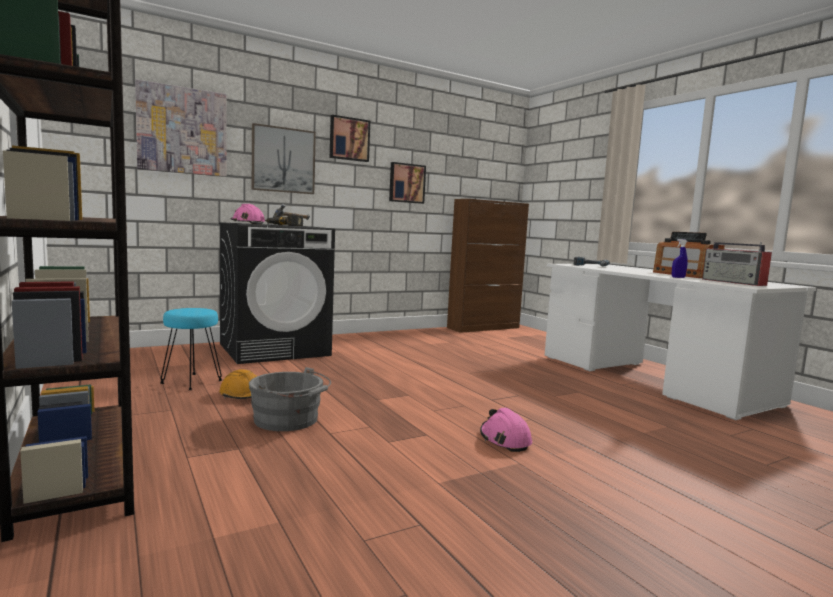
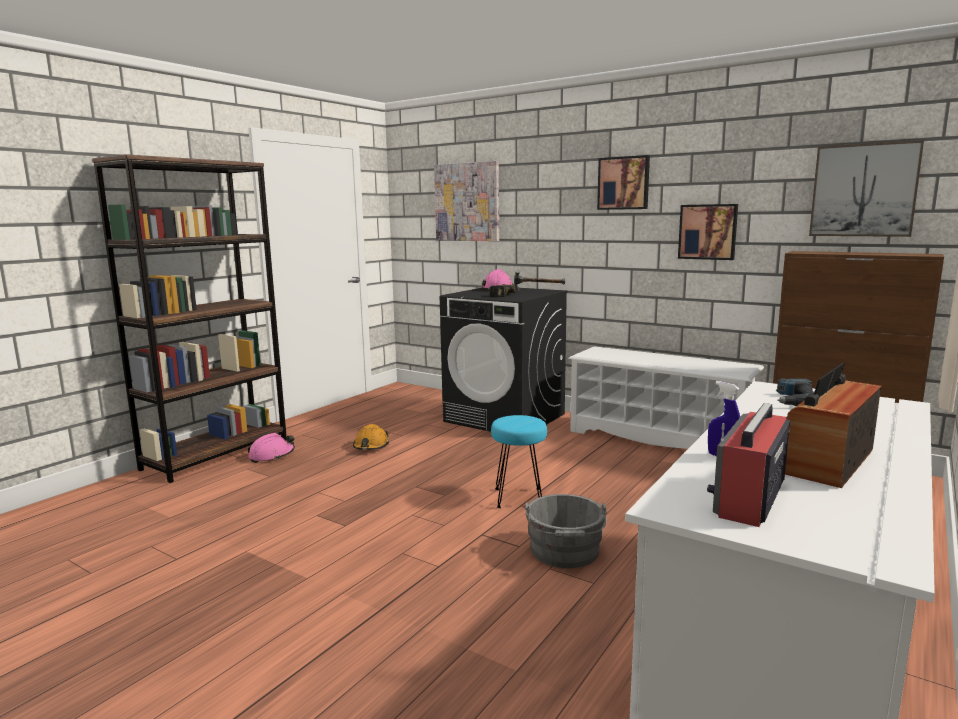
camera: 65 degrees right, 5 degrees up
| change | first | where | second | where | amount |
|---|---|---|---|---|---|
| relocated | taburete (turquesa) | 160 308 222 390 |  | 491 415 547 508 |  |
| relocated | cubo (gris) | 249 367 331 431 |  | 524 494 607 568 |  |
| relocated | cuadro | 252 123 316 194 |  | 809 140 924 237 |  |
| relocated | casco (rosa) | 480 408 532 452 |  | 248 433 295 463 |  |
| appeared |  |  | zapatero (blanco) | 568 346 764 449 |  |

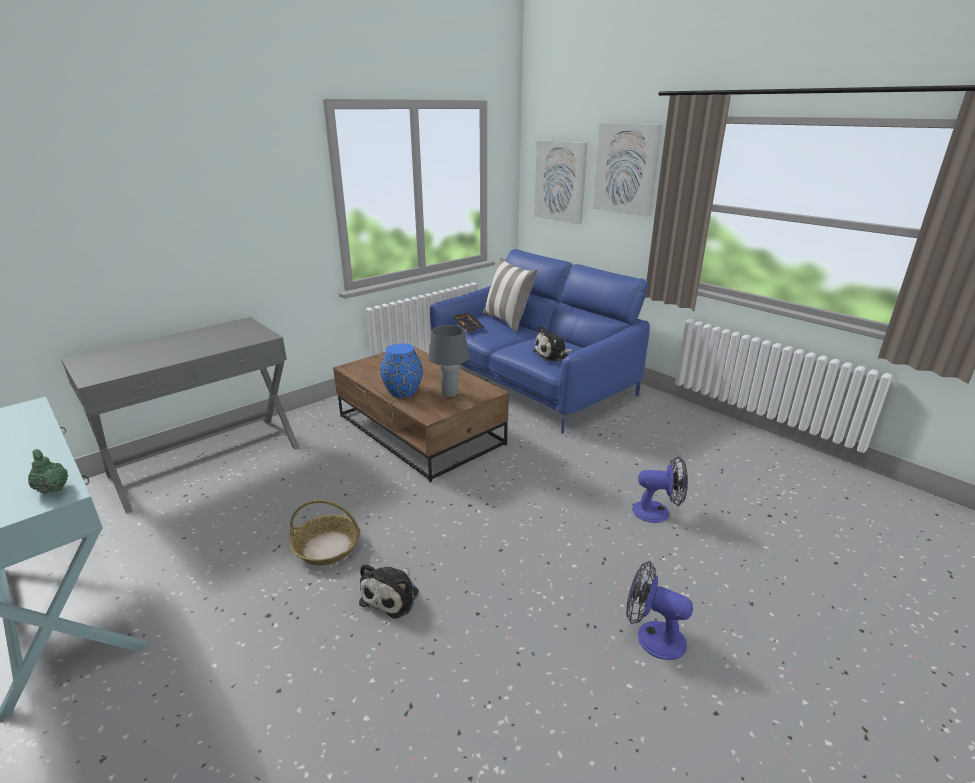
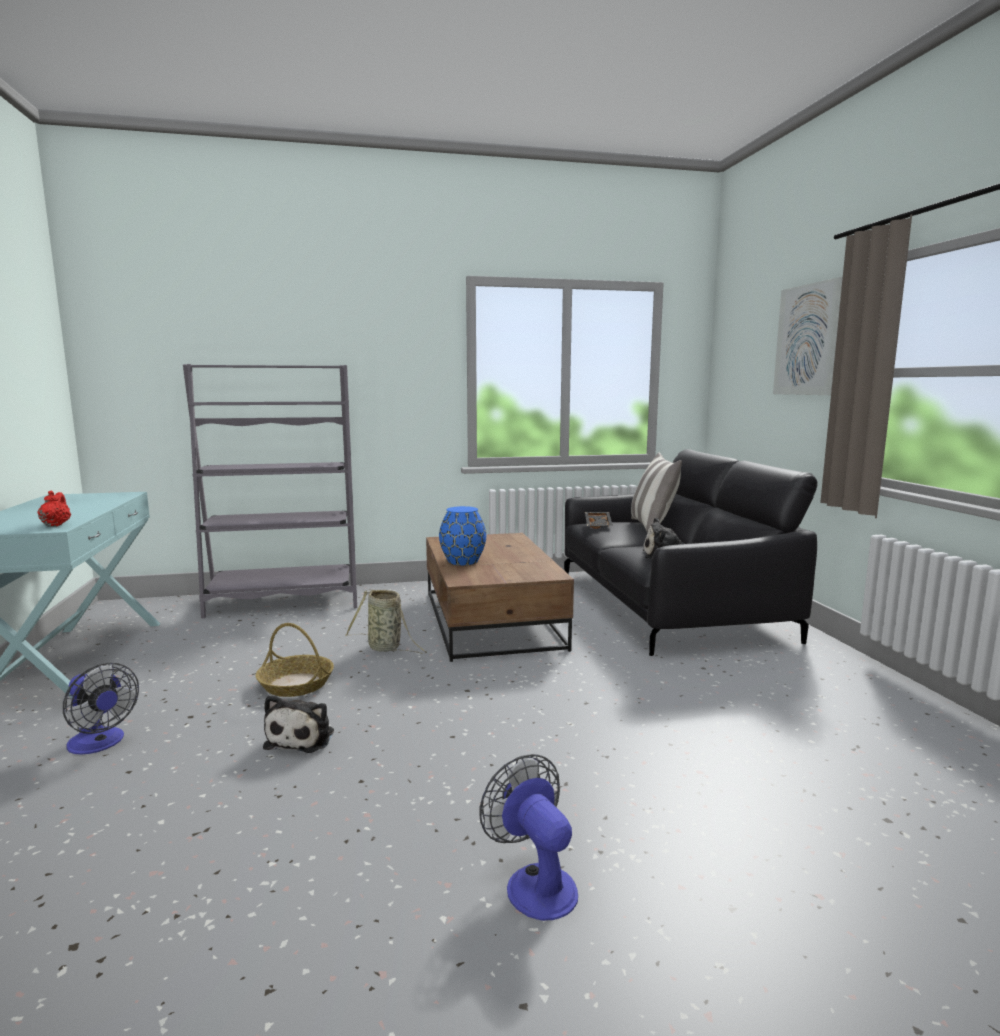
camera: 30 degrees right, 15 degrees down
| change | first | where | second | where | amount |
|---|---|---|---|---|---|
| colour | tetera (verde) | 28 449 68 494 | tetera (rojo) | 37 491 71 527 |  |
| exchanged | mesa consola (gris) | 61 317 299 514 | estantería (gris) | 183 364 357 618 |  |
| spun | peluche | 359 564 419 618 |  | 263 695 334 753 | 45 degrees counterclockwise |
| missing | lámpara de mesa (gris) | 429 325 469 397 |  |  |  |
| colour | sofá (azul) | 430 249 650 434 | sofá (negro) | 564 449 818 656 |  |
| missing | cuadro | 534 140 588 224 |  |  |  |
| relocated | ventilador | 632 456 688 523 |  | 63 663 139 754 |  |
| appeared |  |  | cesta | 345 589 427 653 |  |

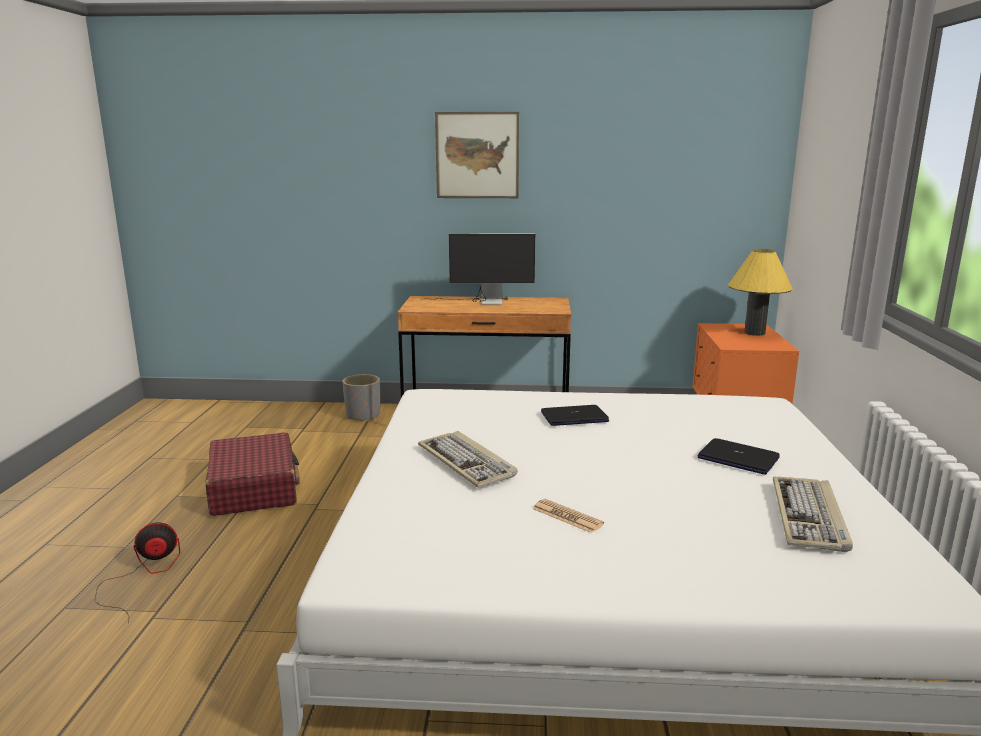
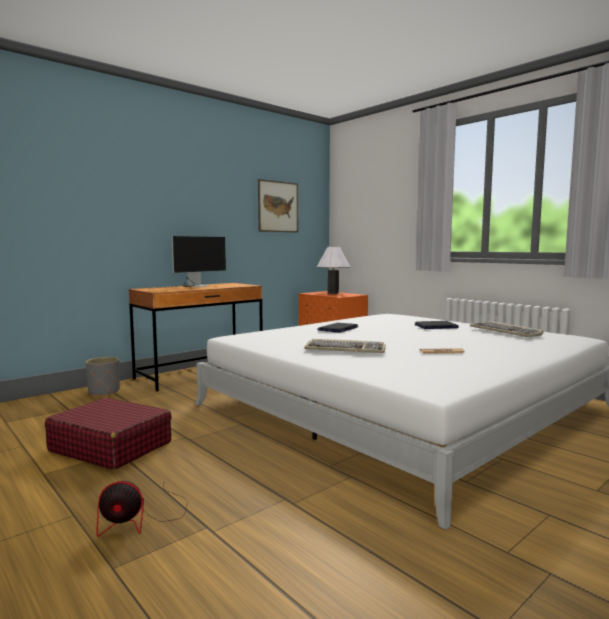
camera: 45 degrees left, 10 degrees down
| change | first | where | second | where | amount |
|---|---|---|---|---|---|
| spun | ventilador | 95 522 180 623 |  | 96 481 188 537 | 120 degrees counterclockwise |
| relocated | cuadro | 435 112 519 198 |  | 258 179 298 232 |  |
| colour | lámpara de mesa (amarillo) | 728 249 793 336 | lámpara de mesa (blanco) | 317 247 350 294 |  |

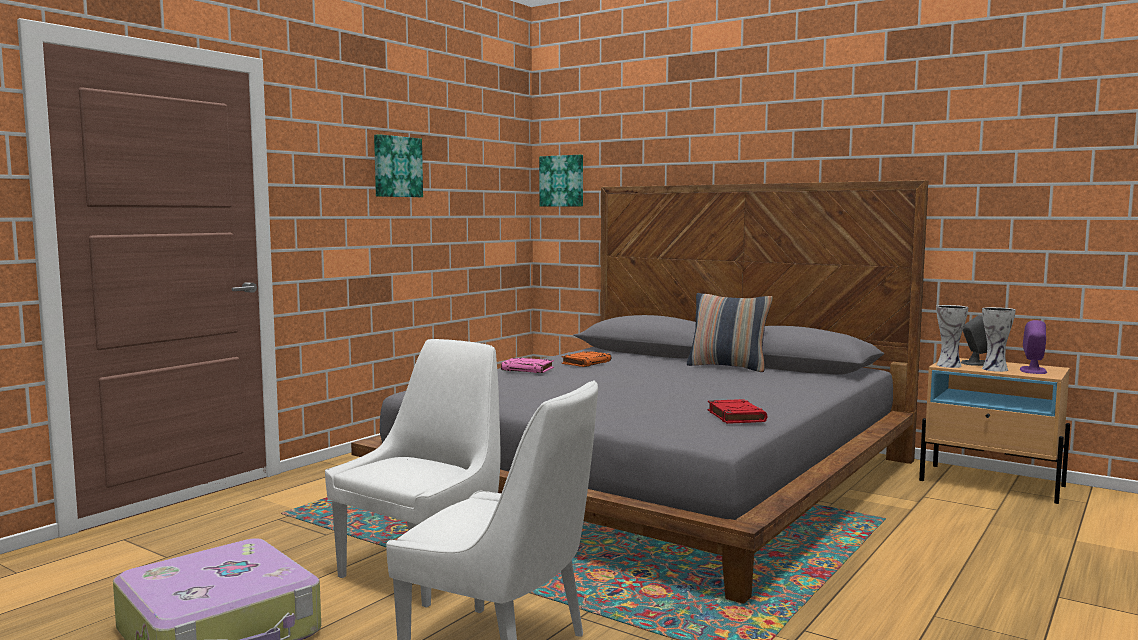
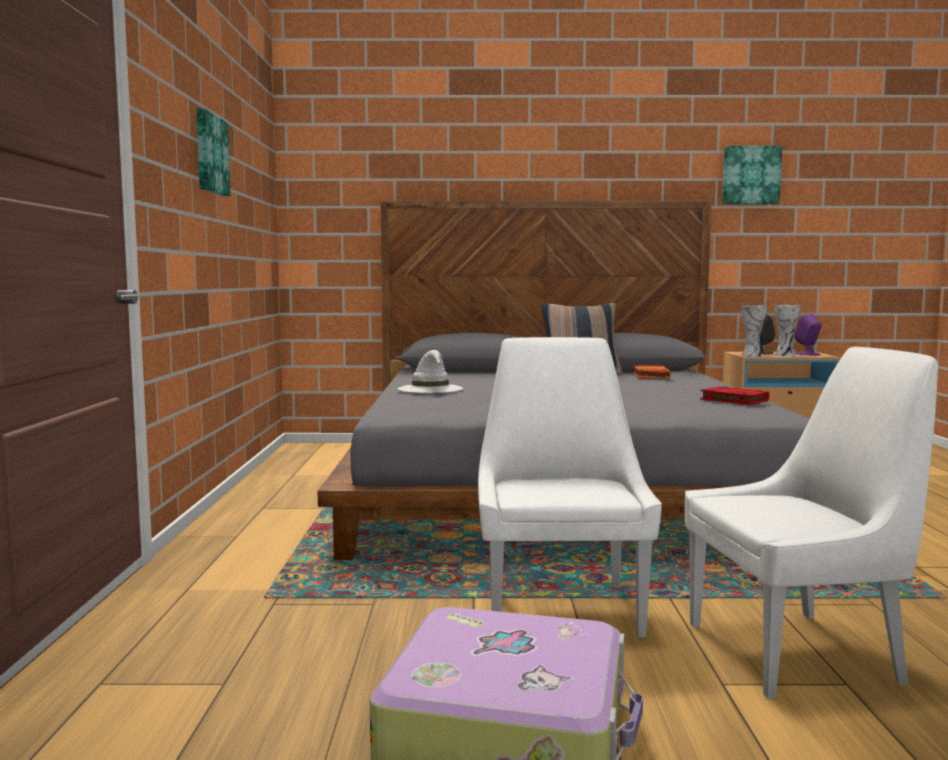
camera: 35 degrees left, 0 degrees up
| change | first | where | second | where | amount |
|---|---|---|---|---|---|
| exchanged | libro (rosa) | 501 358 554 373 | sombrero (blanco) | 398 350 463 393 |  |
| relocated | cuadro | 539 155 583 207 |  | 722 146 782 204 |  |
| relocated | libro (naranja) | 562 351 611 367 |  | 633 365 671 378 |  |

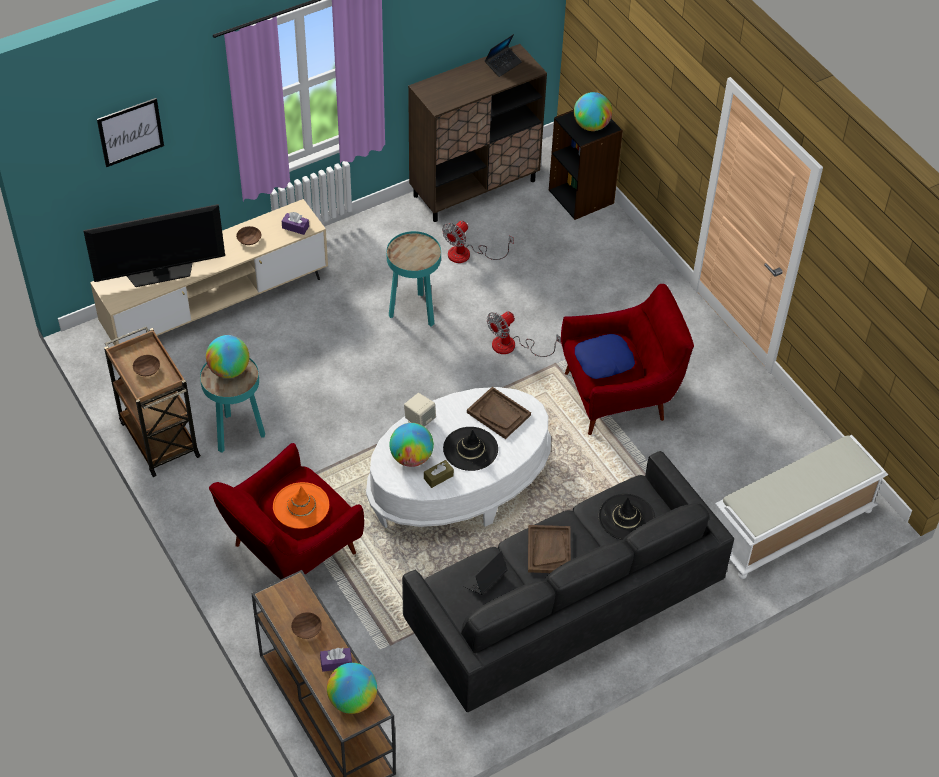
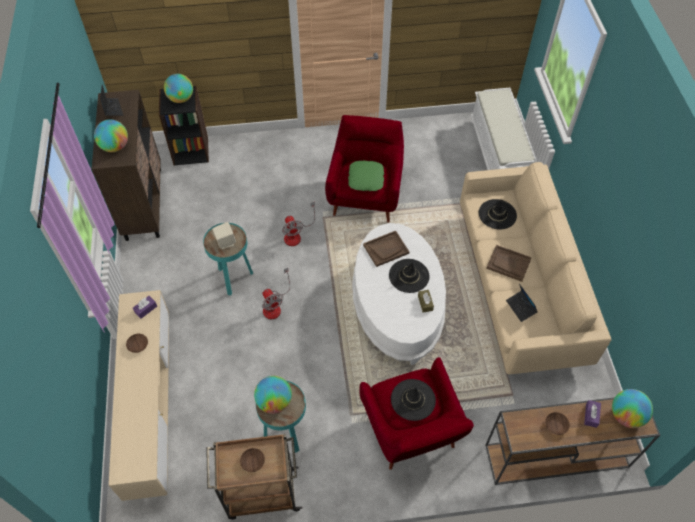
camera: 65 degrees left, 5 degrees up
| change | first | where | second | where | amount |
|---|---|---|---|---|---|
| missing | televisor | 83 204 225 287 |  |  |  |
| missing | cuadro | 97 98 164 167 |  |  |  |
| colour | sombrero (naranja) | 273 482 329 529 | sombrero (negro) | 391 379 436 421 |  |
| relocated | globo terráqueo | 389 423 434 467 |  | 94 119 128 152 |  |
| colour | sofá (negro) | 402 451 734 712 | sofá (beis) | 460 162 611 374 |  |
| relocated | altavoz (beis) | 404 393 436 427 |  | 212 222 236 249 |  |
| relocated | ventilador | 442 221 514 263 |  | 262 268 290 319 |  |
| colour | cojín (azul) | 575 334 635 379 | cojín (verde) | 348 161 384 191 |  |

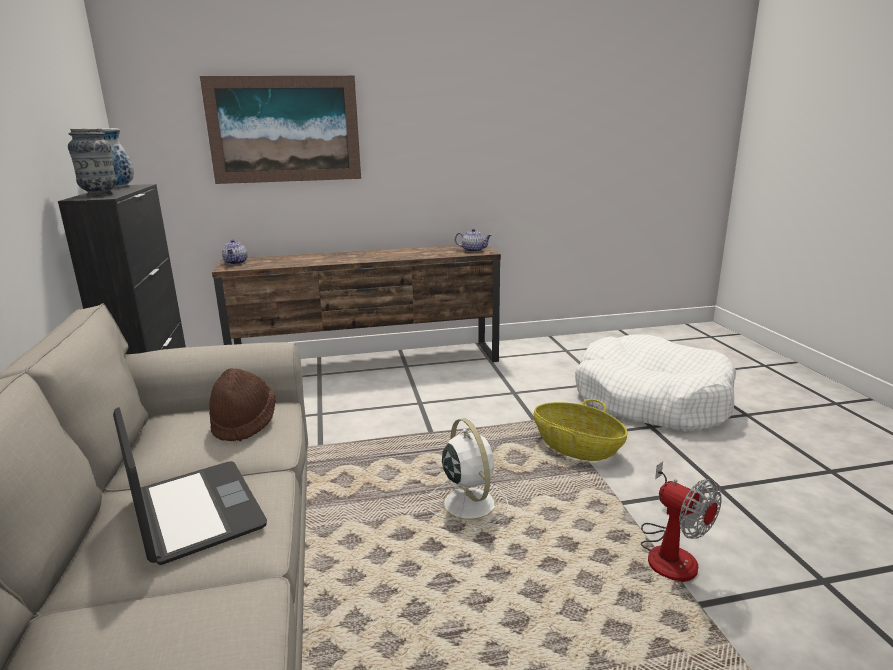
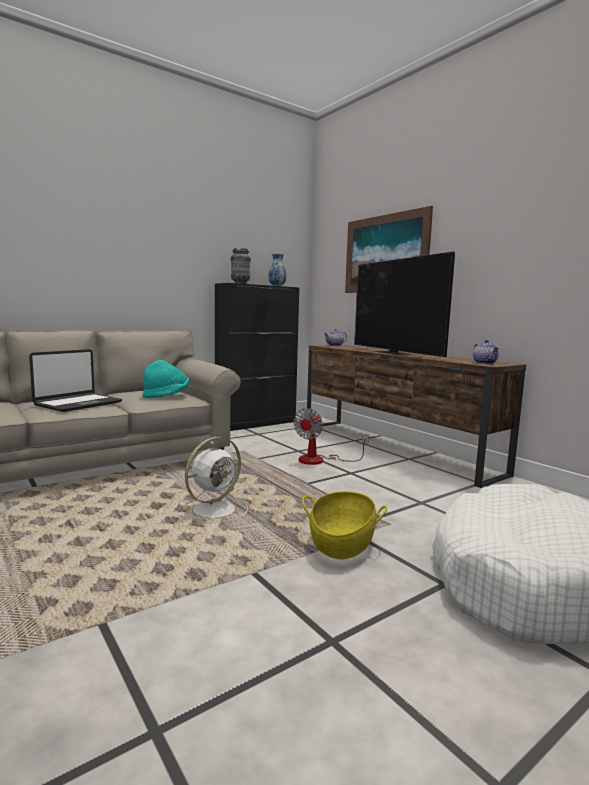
camera: 65 degrees right, 10 degrees down
| change | first | where | second | where | amount |
|---|---|---|---|---|---|
| colour | sombrero (marrón) | 209 368 275 441 | sombrero (turquesa) | 142 360 190 398 |  |
| relocated | ventilador | 641 462 722 582 |  | 294 408 369 465 |  |
| appeared |  |  | televisor | 354 251 455 357 |  |

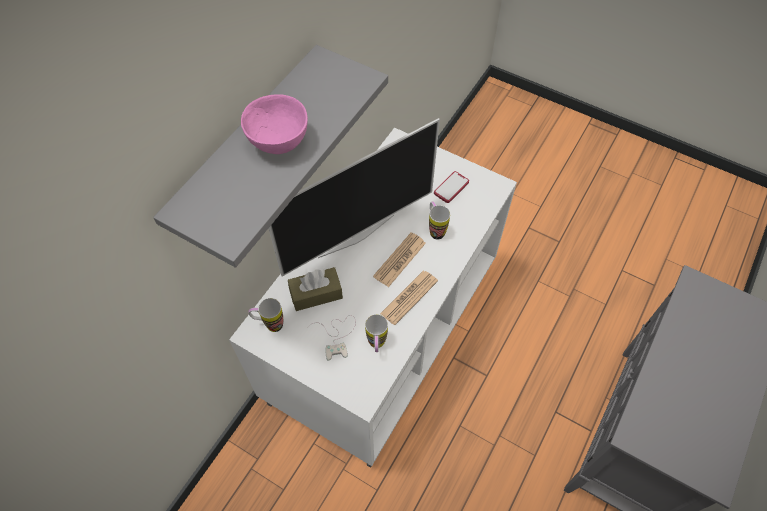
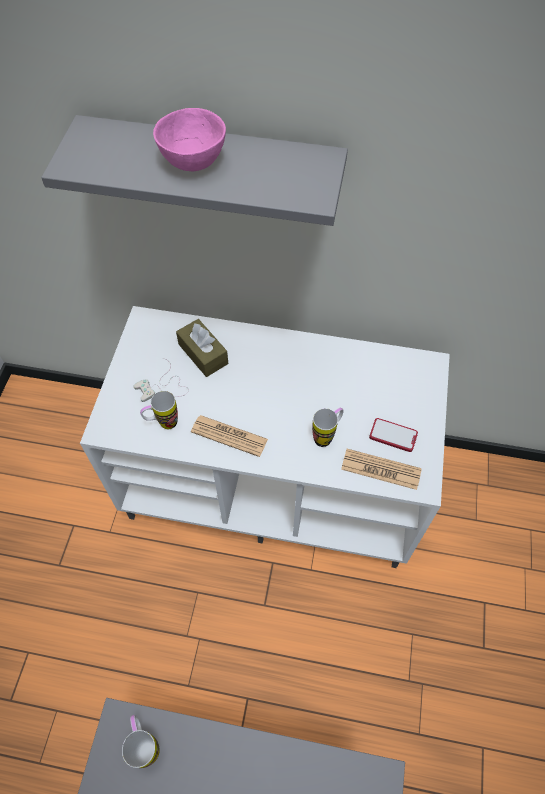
camera: 70 degrees right, 0 degrees up
| change | first | where | second | where | amount |
|---|---|---|---|---|---|
| relocated | taza grande | 248 298 283 332 |  | 122 715 160 768 |  |
| missing | televisor | 268 118 440 277 |  |  |  |
| relocated | periódico | 373 232 426 287 |  | 341 449 422 490 |  |

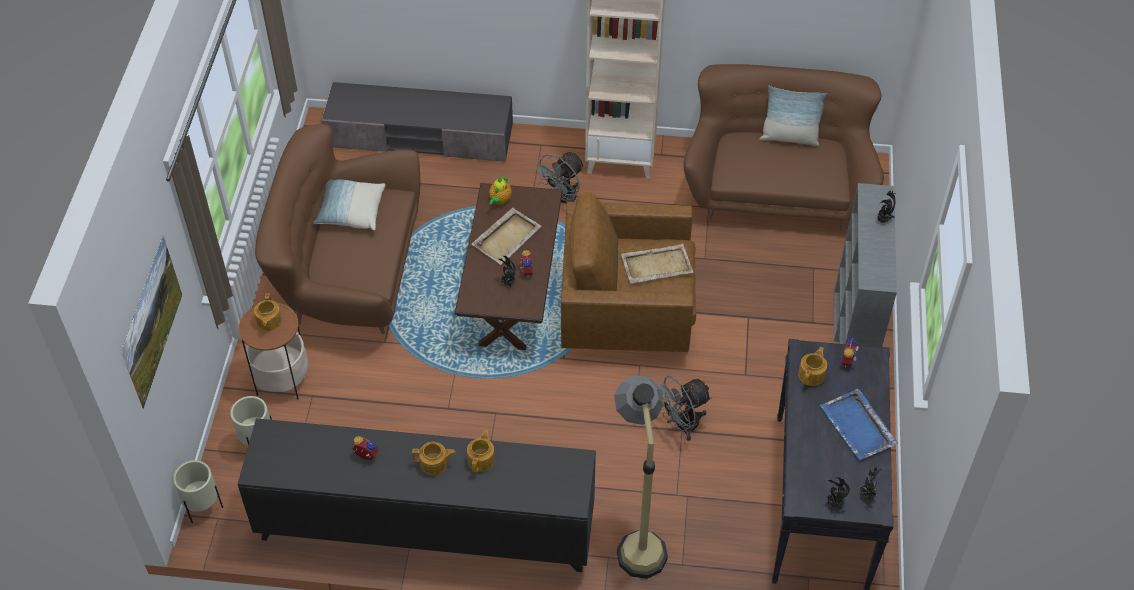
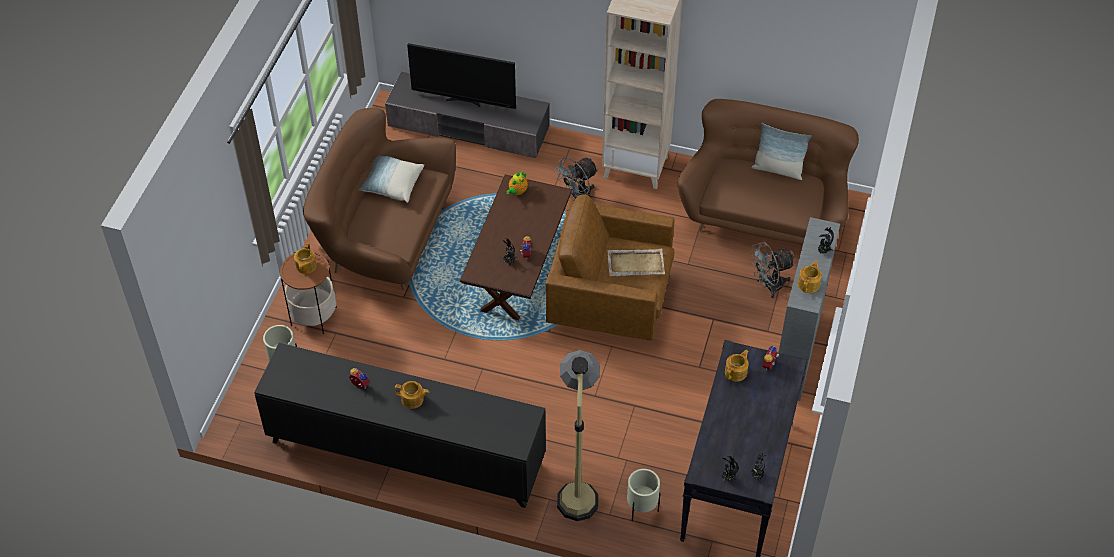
camera: 10 degrees right, 0 degrees up
| change | first | where | second | where | amount |
|---|---|---|---|---|---|
| missing | cuadro | 121 235 182 409 |  |  |  |
| relocated | maceta (beis) | 173 460 223 523 |  | 627 469 660 521 |  |
| relocated | tetera | 467 430 495 473 |  | 798 260 822 293 |  |
| missing | bandeja (beis) | 471 208 541 265 |  |  |  |
| relocated | ventilador (gris) | 657 376 712 441 |  | 750 242 795 298 |  |
| missing | bandeja (azul) | 820 389 898 460 |  |  |  |
| appeared |  |  | televisor | 407 43 516 109 |  |

